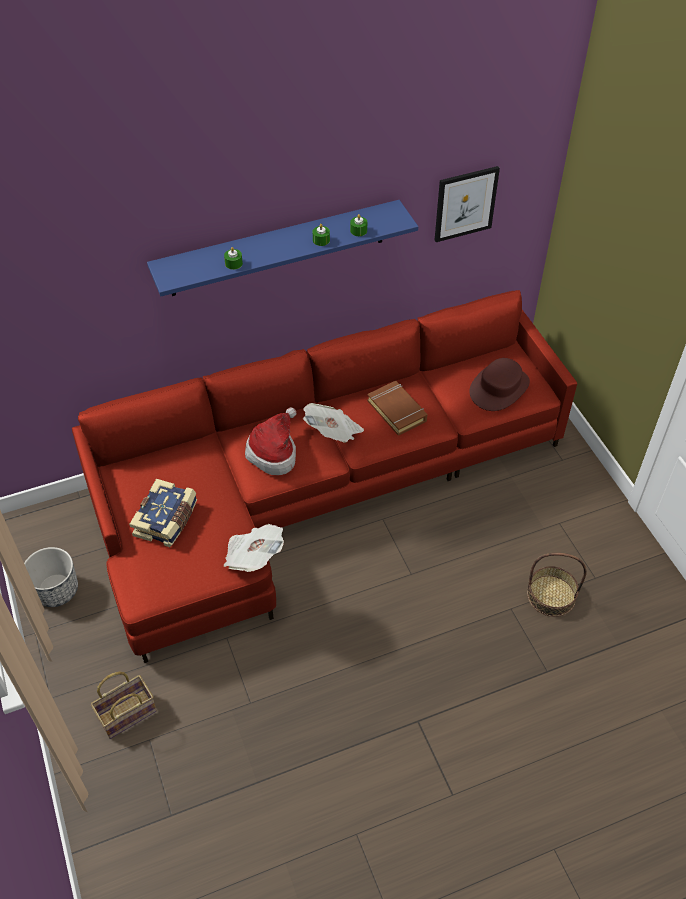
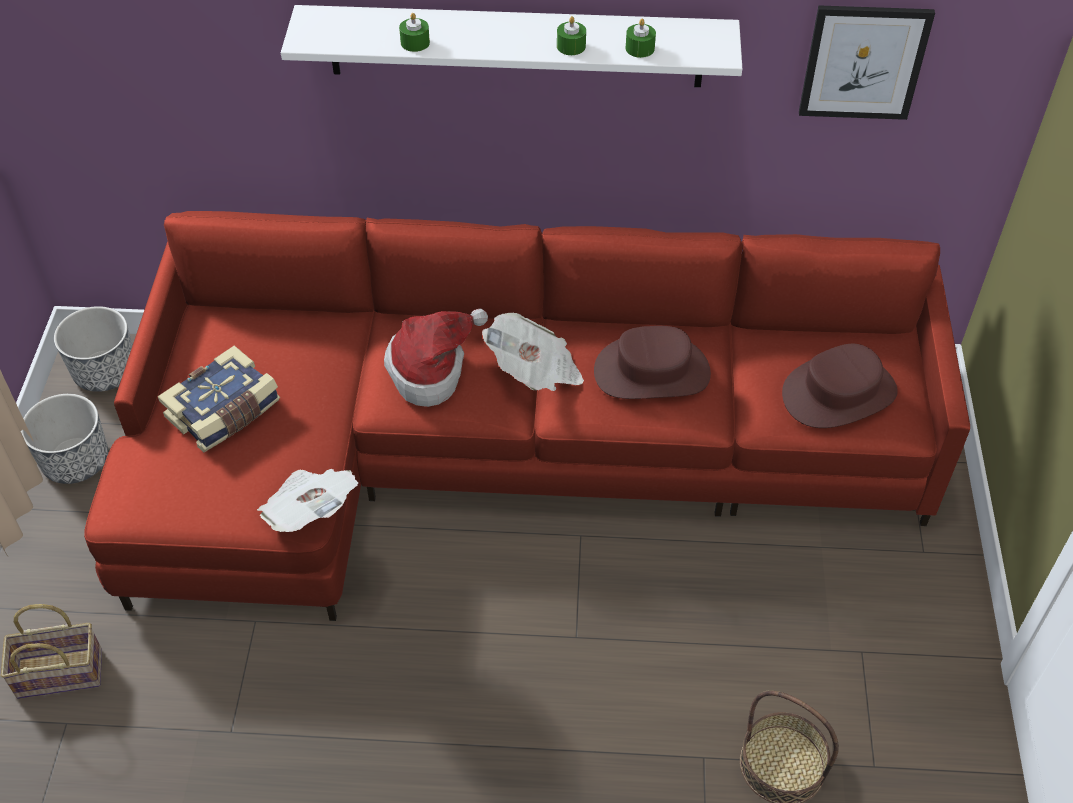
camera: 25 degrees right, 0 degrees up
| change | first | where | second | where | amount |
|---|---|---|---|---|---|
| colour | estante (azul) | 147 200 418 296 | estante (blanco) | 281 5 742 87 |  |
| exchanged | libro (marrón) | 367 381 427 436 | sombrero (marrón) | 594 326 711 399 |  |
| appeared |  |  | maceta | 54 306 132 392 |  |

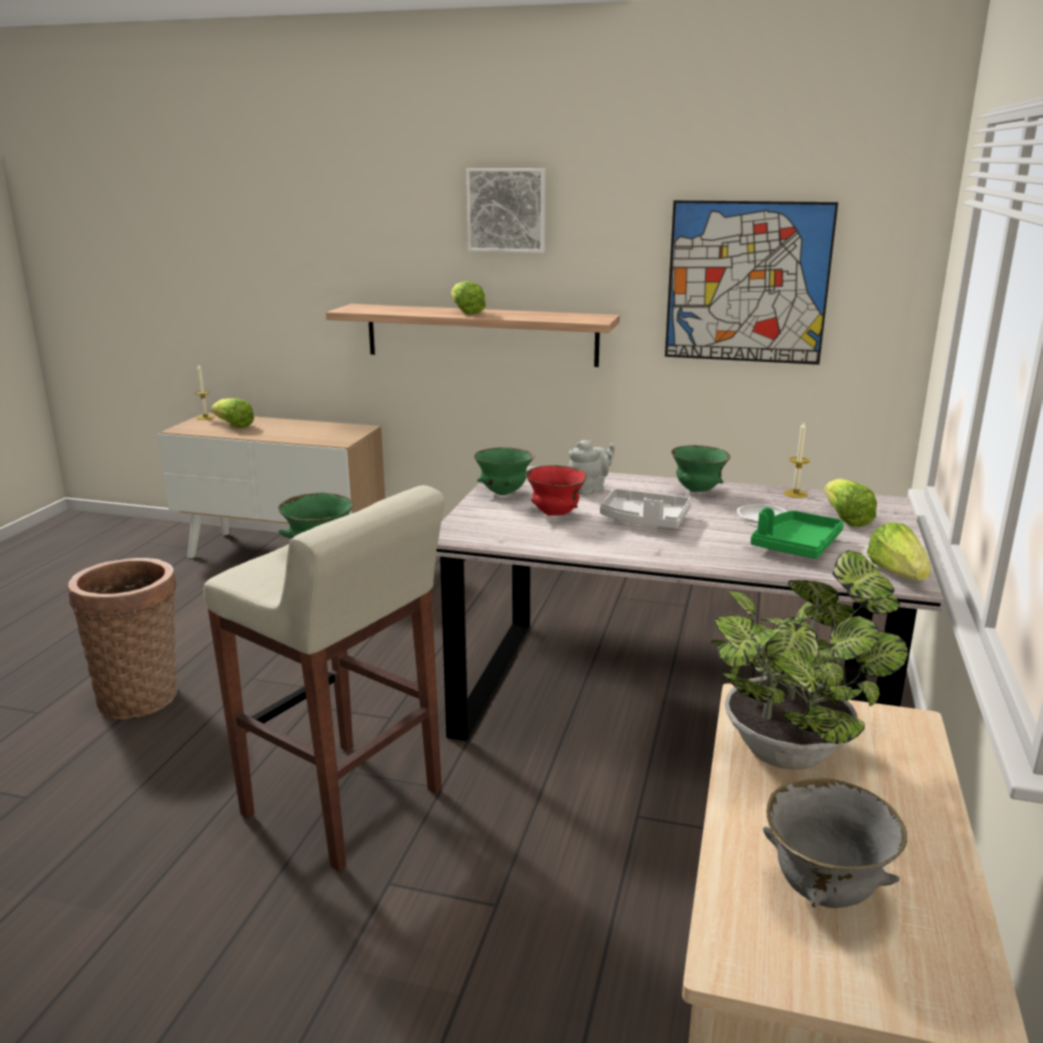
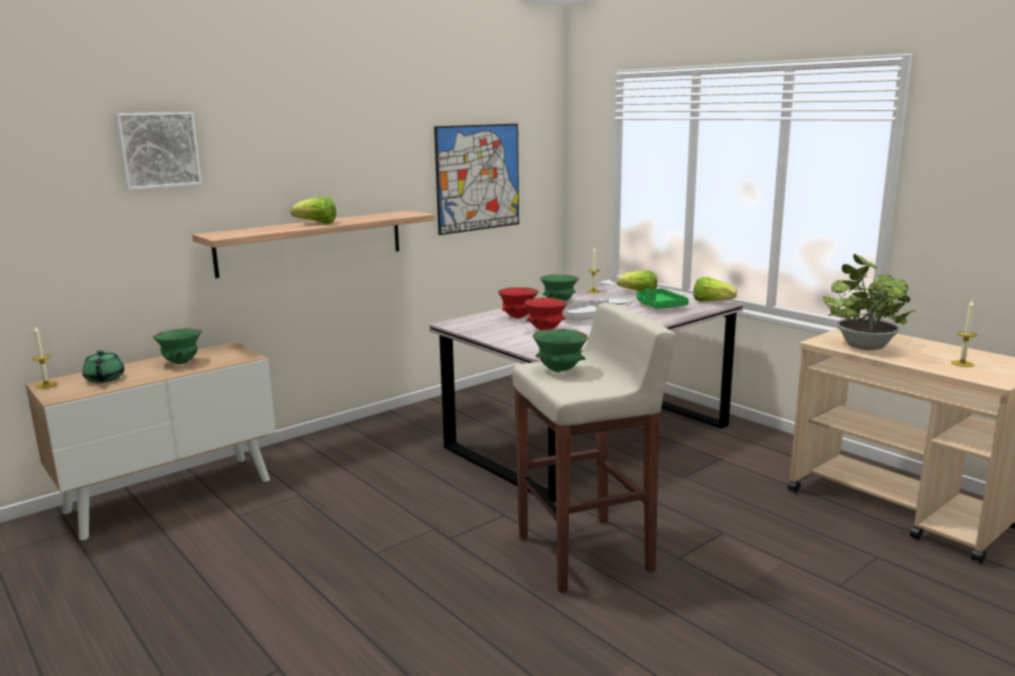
camera: 55 degrees left, 5 degrees down
| change | first | where | second | where | amount |
|---|---|---|---|---|---|
| missing | cesta | 68 558 177 719 |  |  |  |
| exchanged | lechuga | 211 398 254 428 | tetera (verde) | 82 350 124 383 |  |
| relocated | cuadro | 466 168 546 253 |  | 114 112 202 190 |  |
| relocated | cuenco (verde) | 474 447 535 495 |  | 153 328 202 364 |  |
| exchanged | tetera (gris) | 568 440 615 495 | cuenco (rojo) | 498 287 539 319 |  |
| exchanged | cuenco (gris) | 763 777 907 908 | vela | 951 301 977 367 |  |

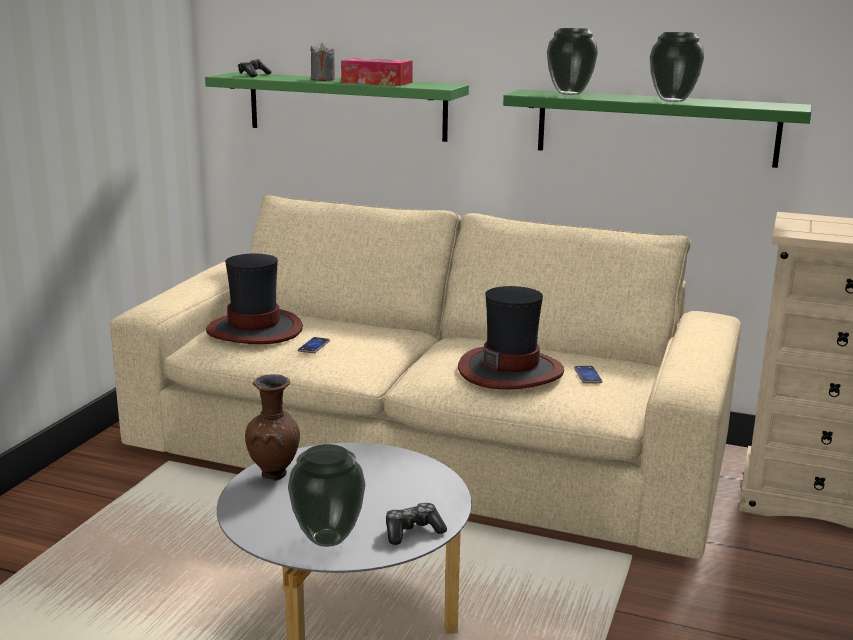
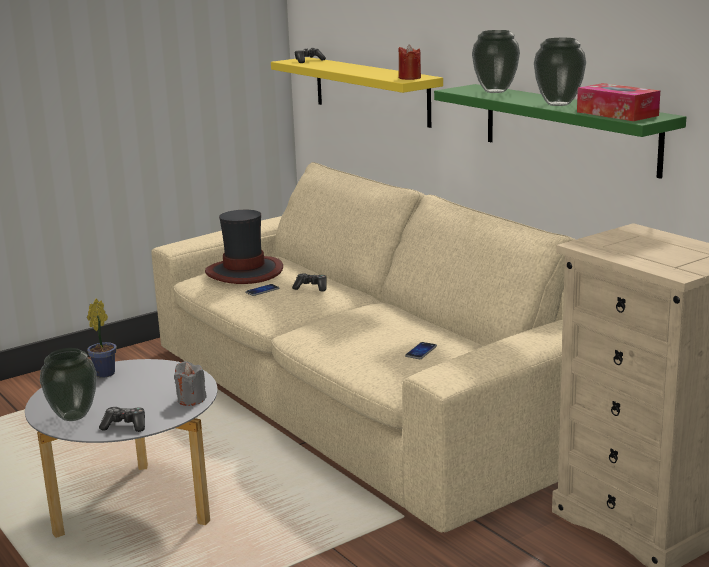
camera: 35 degrees right, 0 degrees up
| change | first | where | second | where | amount |
|---|---|---|---|---|---|
| colour | estante (verde) | 205 72 469 142 | estante (amarillo) | 271 57 443 128 |  |
| exchanged | florero (marrón) | 245 374 300 481 | planta en maceta | 87 299 117 378 |  |
| relocated | vela (gris) | 310 43 335 81 |  | 174 361 207 406 |  |
| relocated | caja de pañuelos | 341 58 413 86 |  | 577 83 660 121 |  |
| missing | sombrero | 458 286 564 390 |  |  |  |
| appeared |  |  | mando de consola | 292 274 326 292 |  |
| appeared |  |  | vela (rojo) | 398 44 421 80 |  |

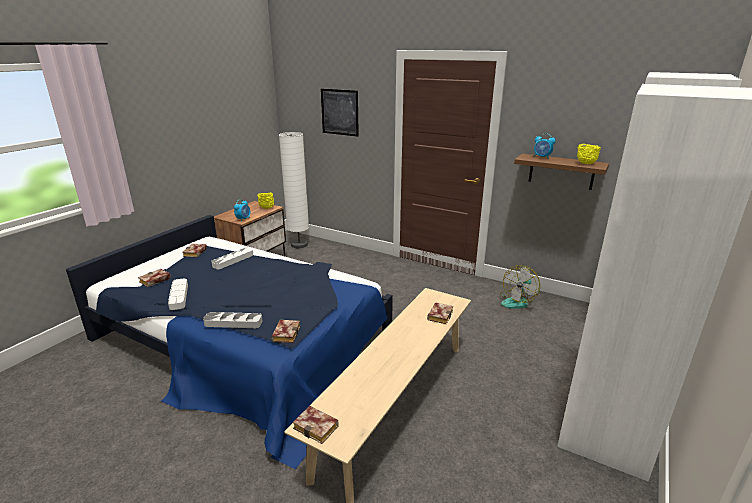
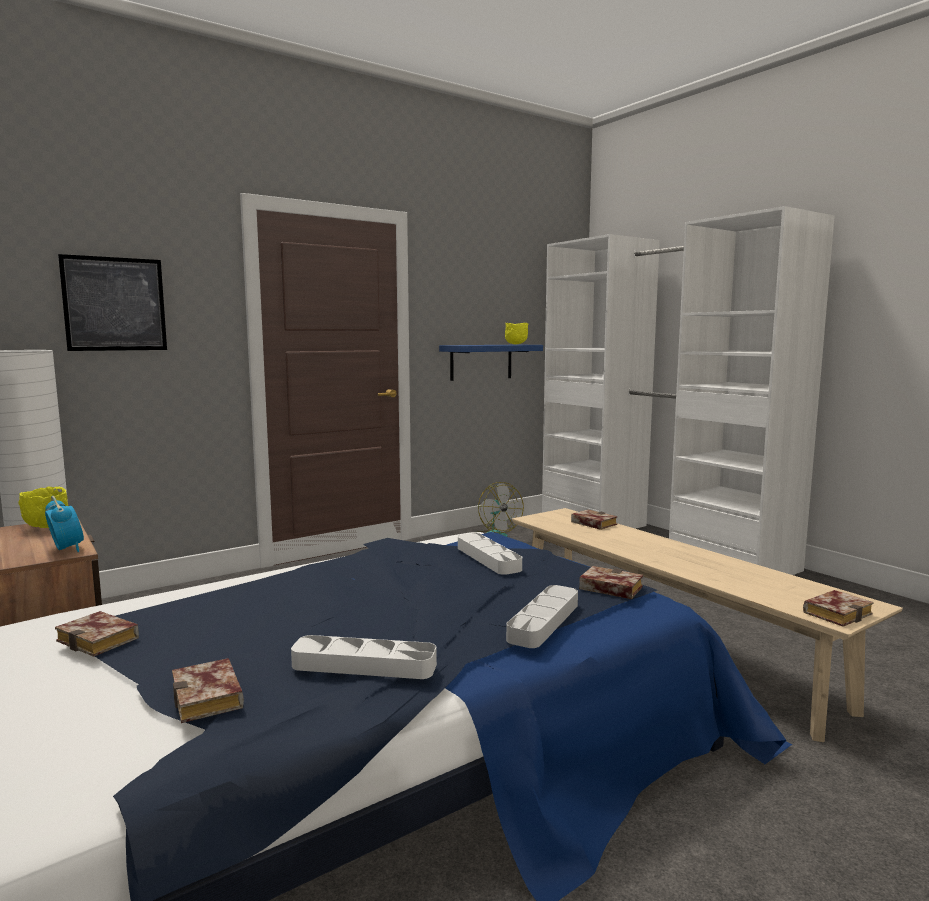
camera: 65 degrees left, 15 degrees down
| change | first | where | second | where | amount |
|---|---|---|---|---|---|
| relocated | bandeja (blanco) | 211 247 253 269 |  | 458 533 522 575 |  |
| colour | estante (marrón) | 514 154 609 190 | estante (azul) | 439 345 543 381 |  |
| missing | despertador | 534 133 555 159 |  |  |  |

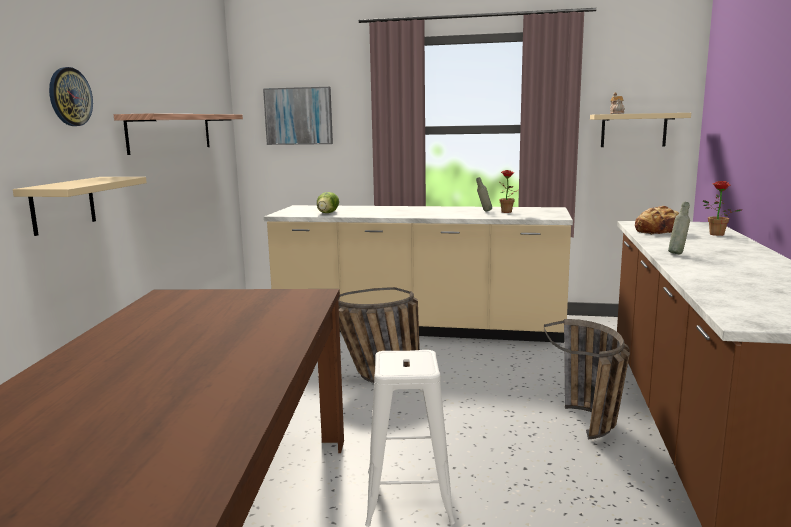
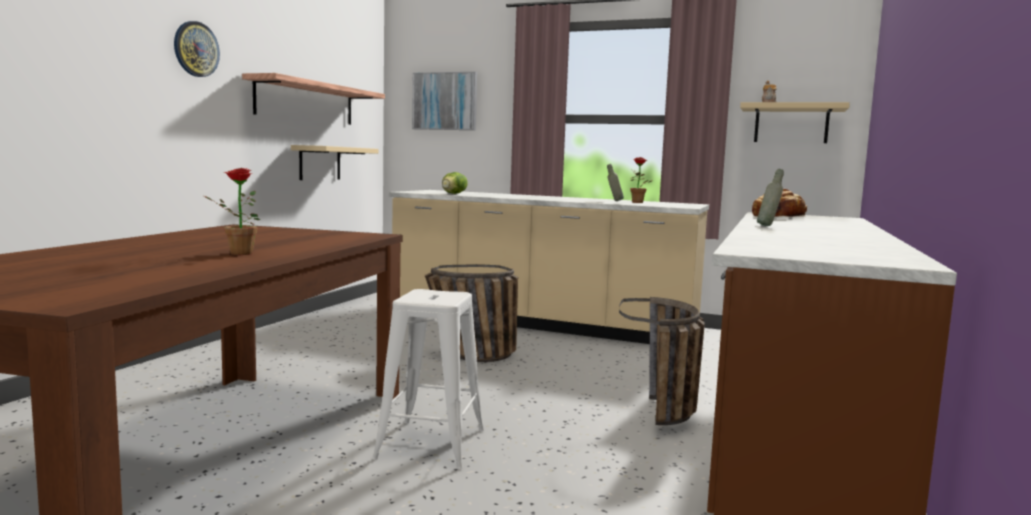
camera: 10 degrees right, 5 degrees down
| change | first | where | second | where | amount |
|---|---|---|---|---|---|
| relocated | estante (beis) | 13 177 147 236 |  | 291 145 378 180 |  |
| relocated | planta en maceta | 703 181 742 236 |  | 204 168 260 255 |  |

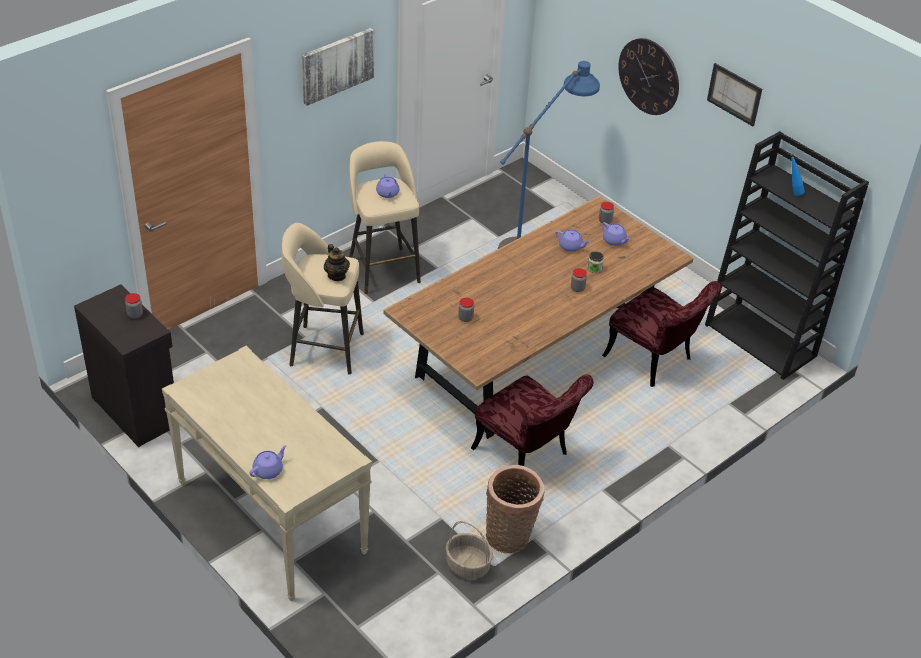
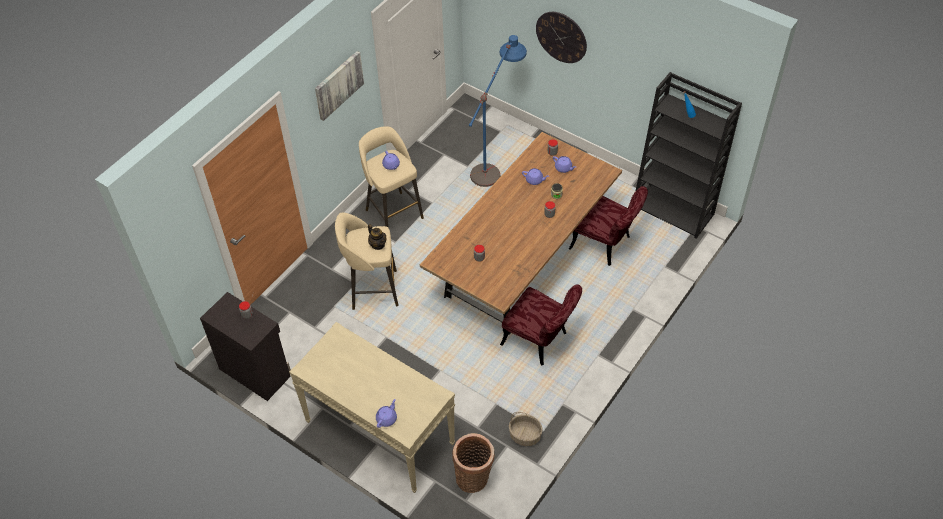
camera: 10 degrees left, 10 degrees up
| change | first | where | second | where | amount |
|---|---|---|---|---|---|
| relocated | cesta | 486 465 545 553 |  | 452 433 495 493 |  |
| missing | cuadro | 707 63 762 126 |  |  |  |

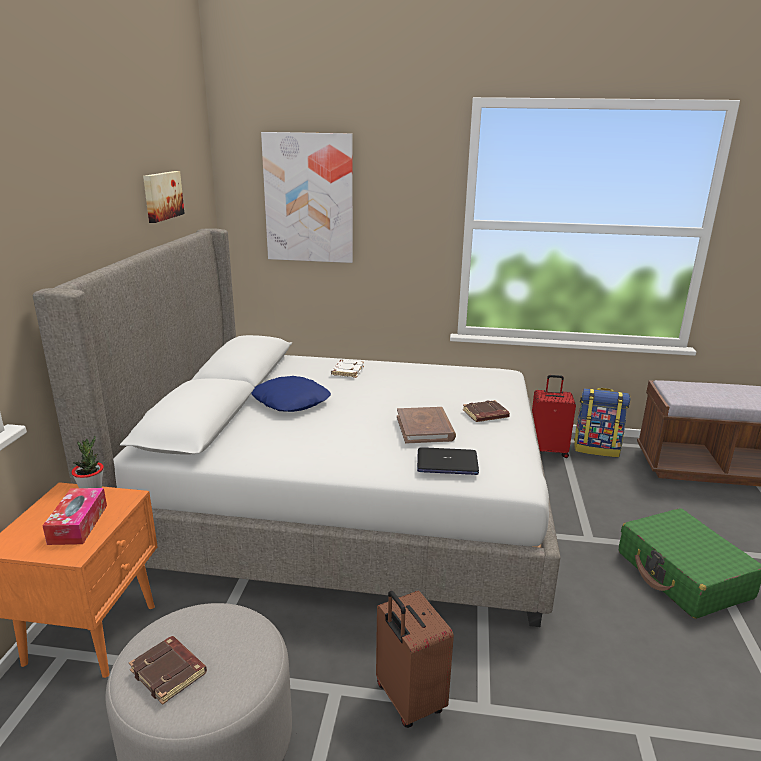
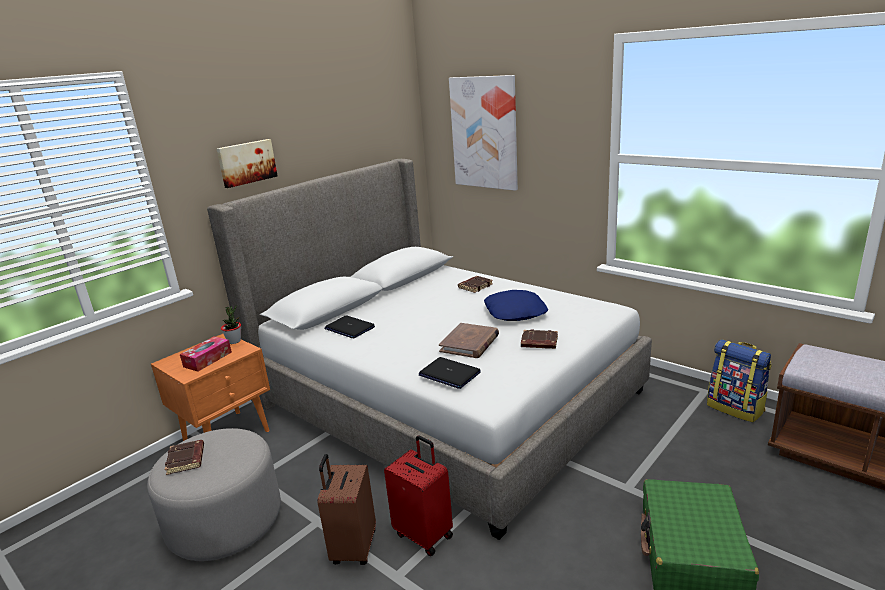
camera: 35 degrees right, 0 degrees up
| change | first | where | second | where | amount |
|---|---|---|---|---|---|
| relocated | cuadro | 143 171 185 223 |  | 216 139 278 188 |  |
| relocated | cojín (azul) | 251 376 331 412 |  | 484 290 548 321 |  |
| colour | libro (blanco) | 331 360 364 378 | libro (marrón) | 458 276 493 293 |  |
| relocated | maleta (rojo) | 532 375 576 458 |  | 384 435 453 556 |  |
| appeared |  |  | portátil | 324 315 375 339 |  |

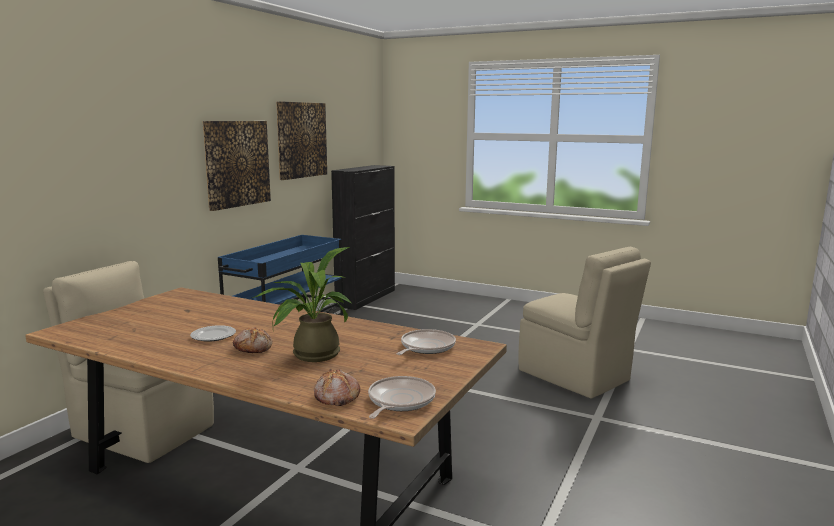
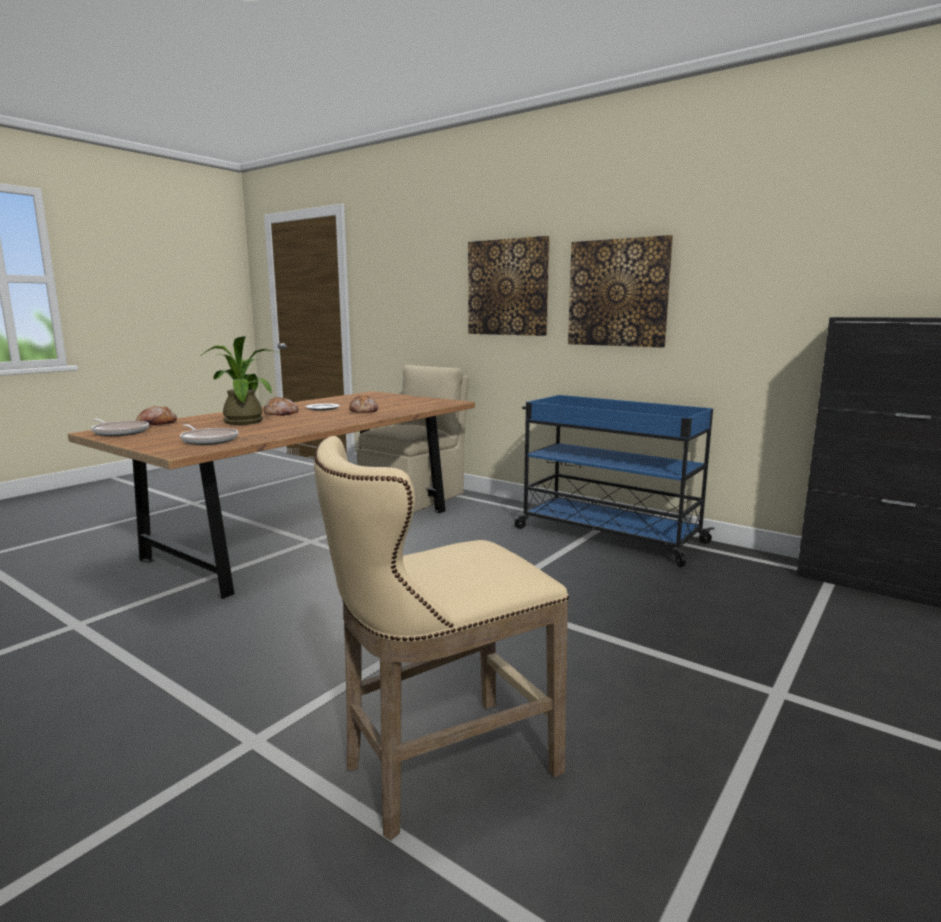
camera: 100 degrees right, 0 degrees up
| change | first | where | second | where | amount |
|---|---|---|---|---|---|
| relocated | cuadro | 276 101 327 180 |  | 468 236 550 336 |  |
| exchanged | silla (beis) | 519 247 651 399 | taburete (beis) | 314 436 569 841 |  |
| appeared |  |  | pan | 349 395 378 413 |  |

